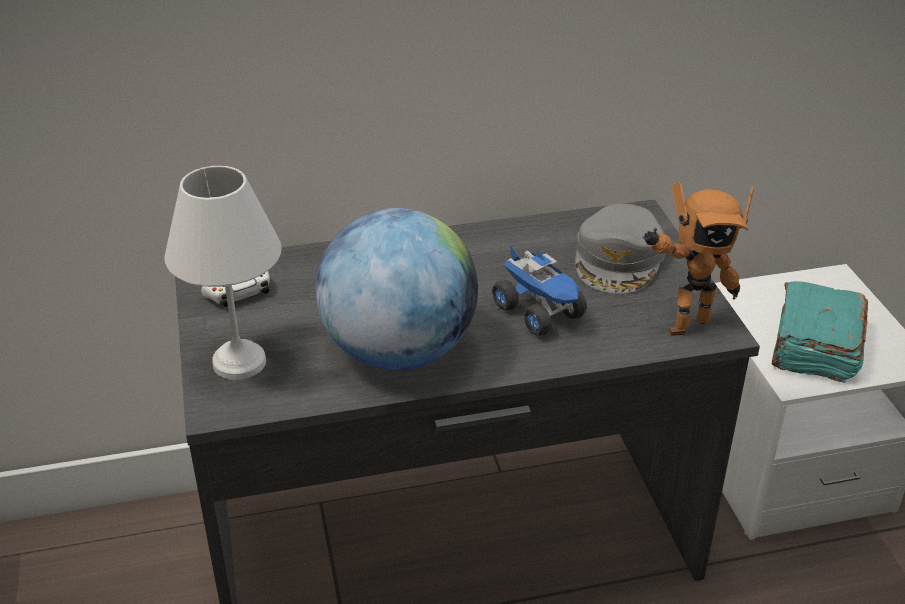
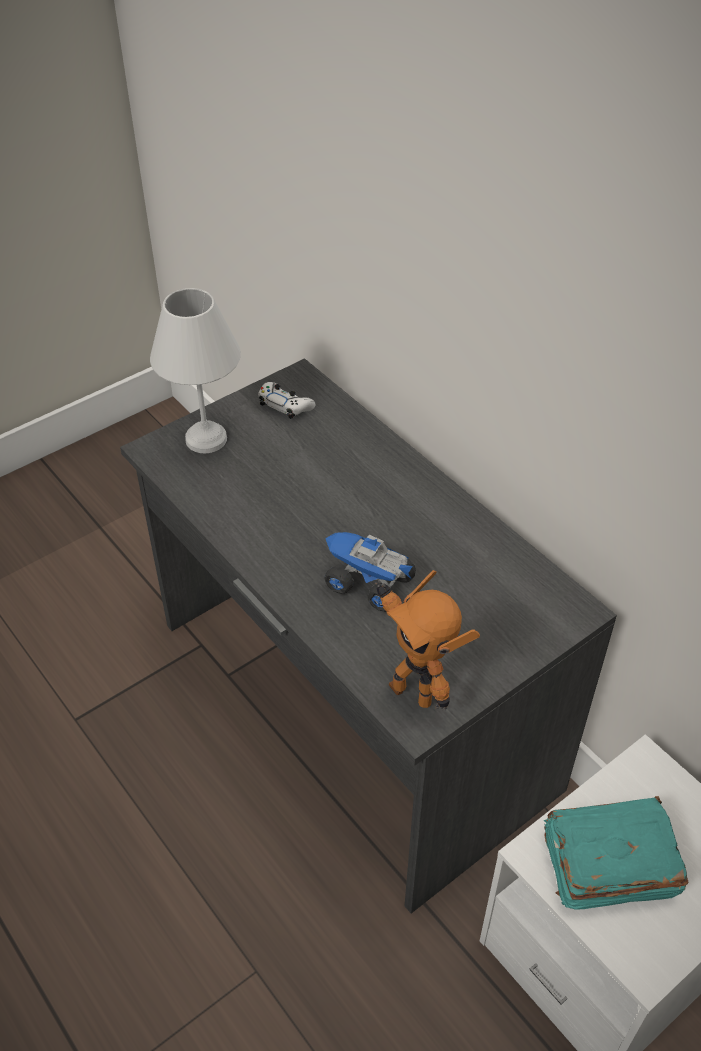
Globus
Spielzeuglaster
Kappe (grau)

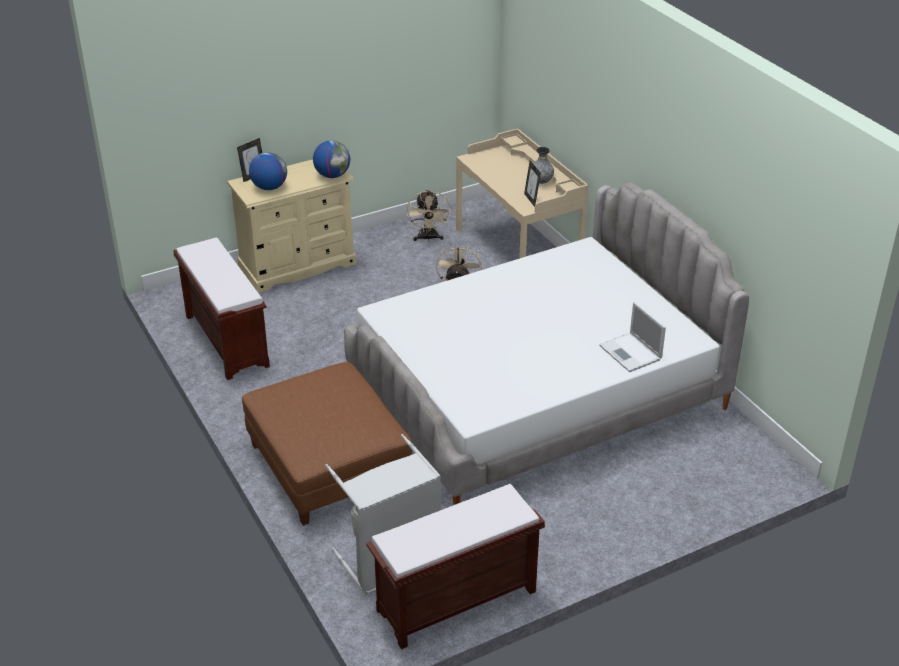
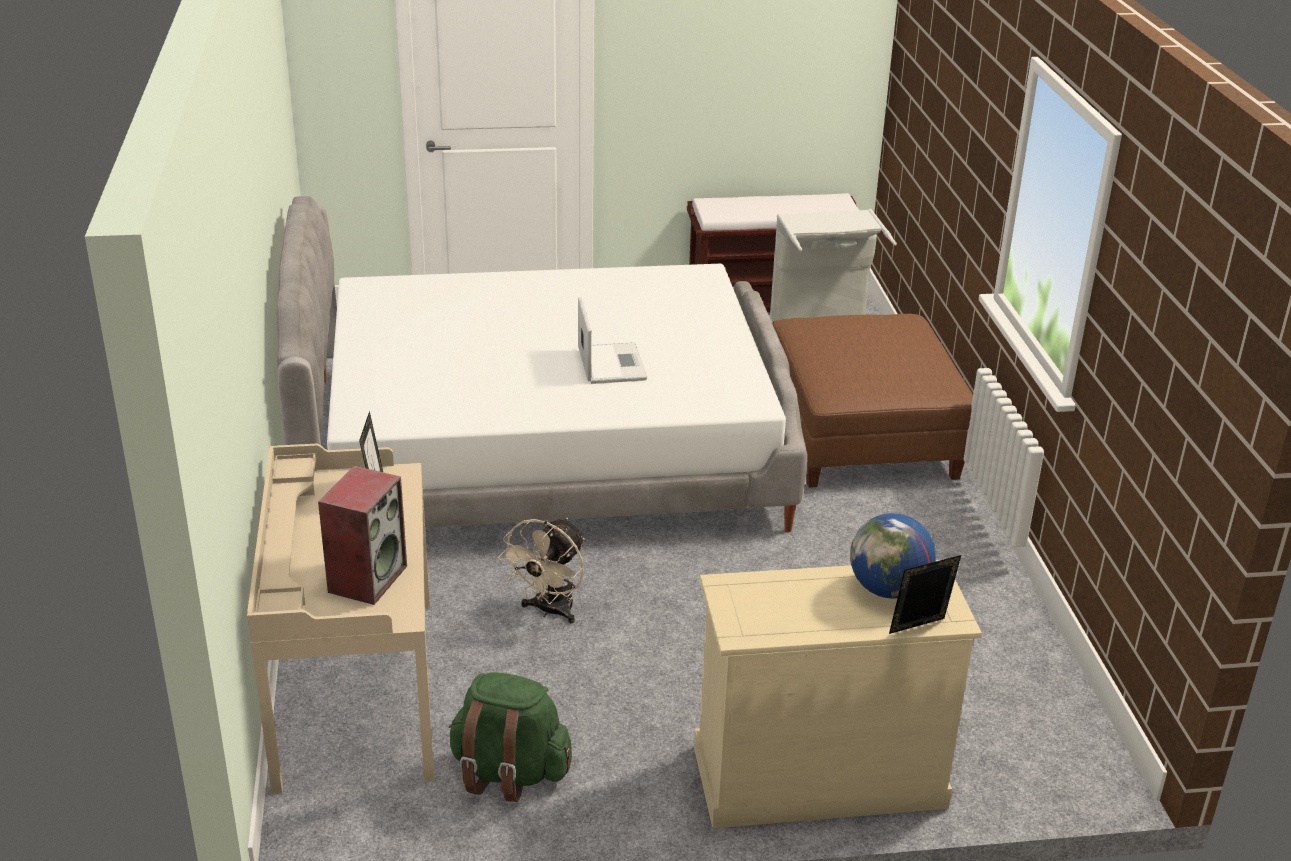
Bank (braun) (1st from left in the first image)
Globus (2nd from left in the first image)
Rucksack (grün)
Vase (grau)
Laptop
Lautsprecher

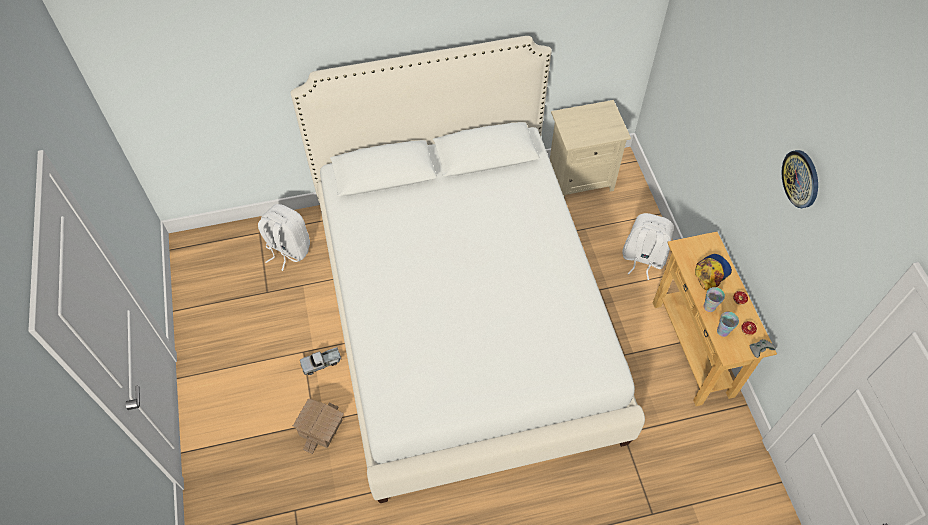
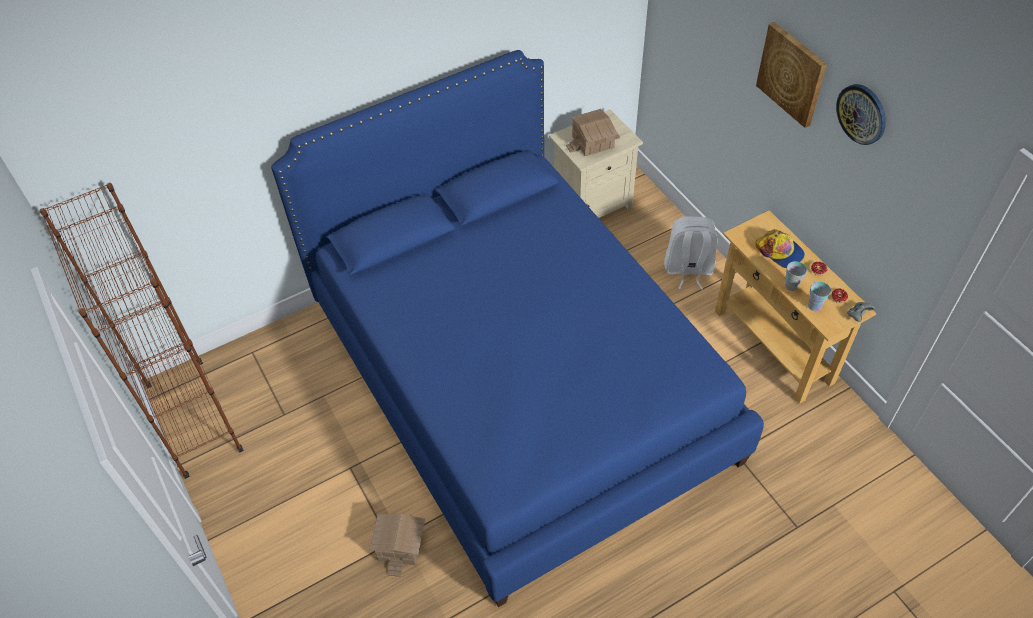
Rucksack (weiß) (1st from left in the first image)
Bett (blau)
Spielzeuglaster
Kappe
Bücherregal (braun)
Spielzeughaus (2nd from left)
Bild

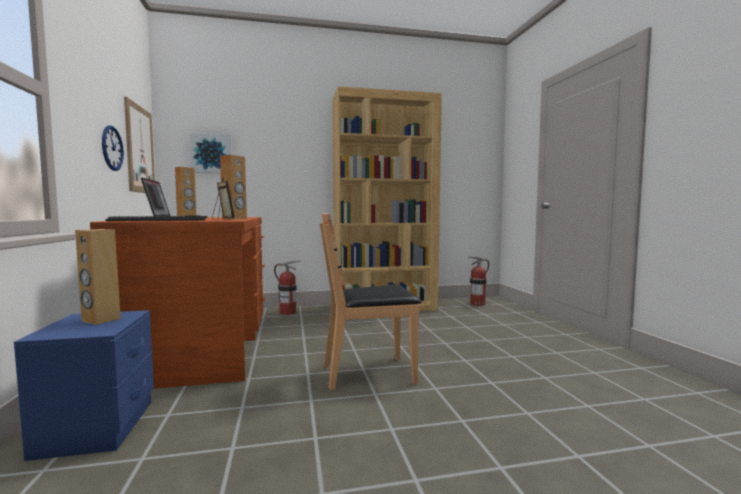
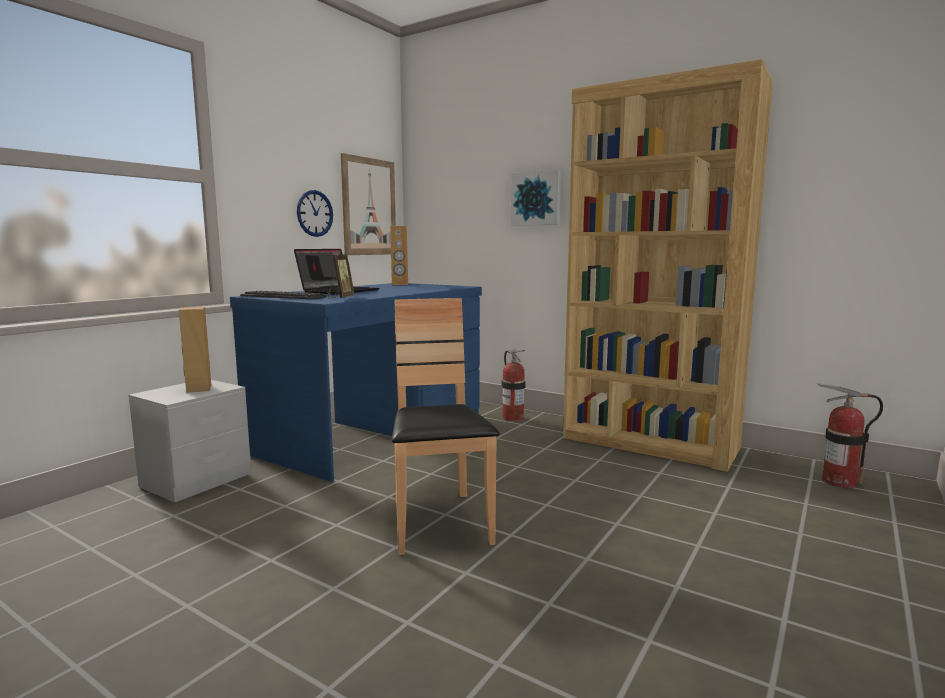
Nachttisch (grau)
Schreibtisch (blau)
Bild (2nd from left)
Lautsprecher (braun) (3rd from left in the first image)
Stuhl (braun)

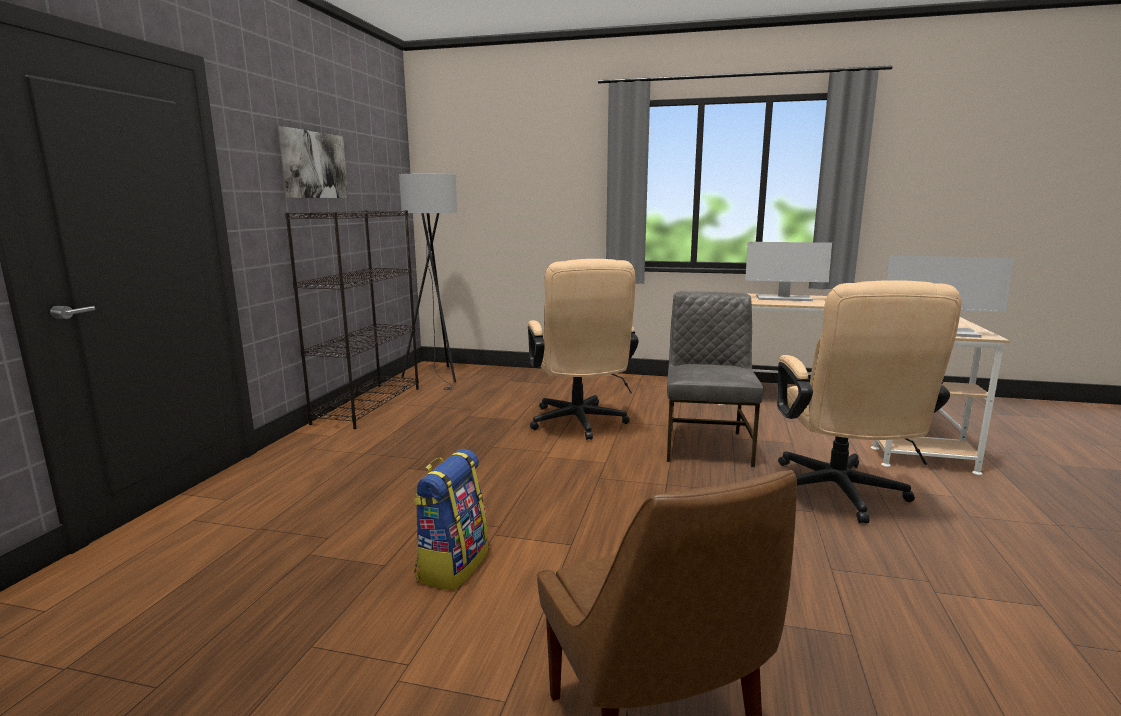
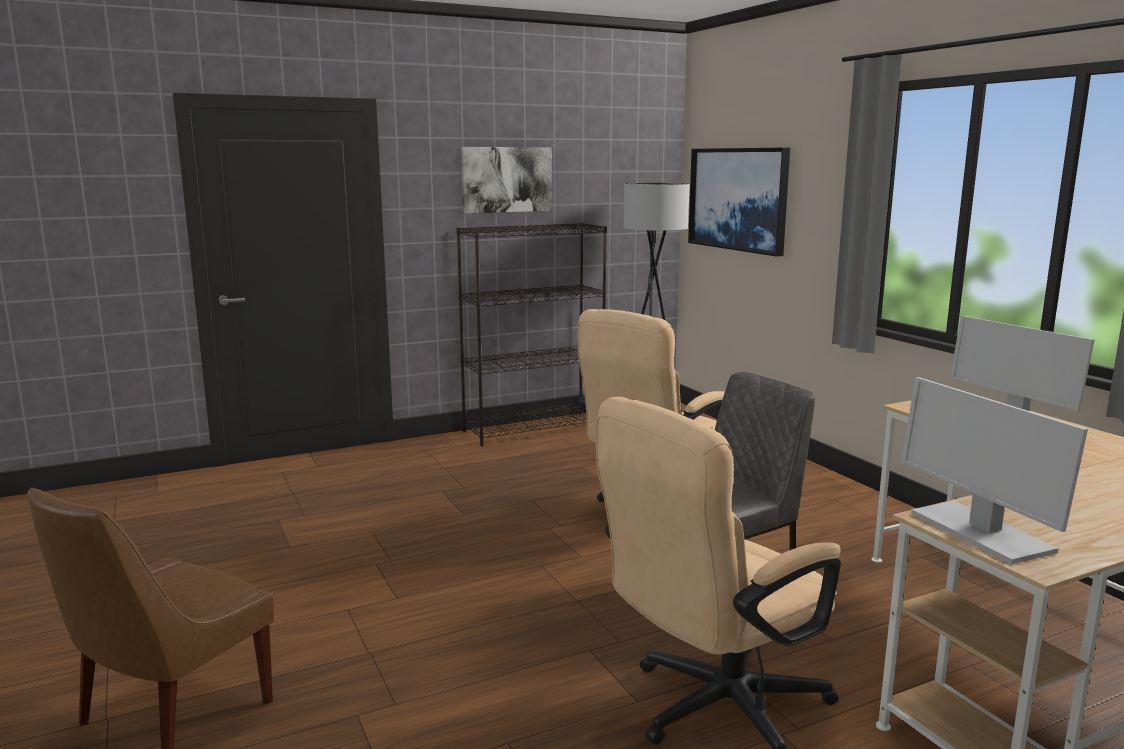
Rucksack
Bild (2nd from left)

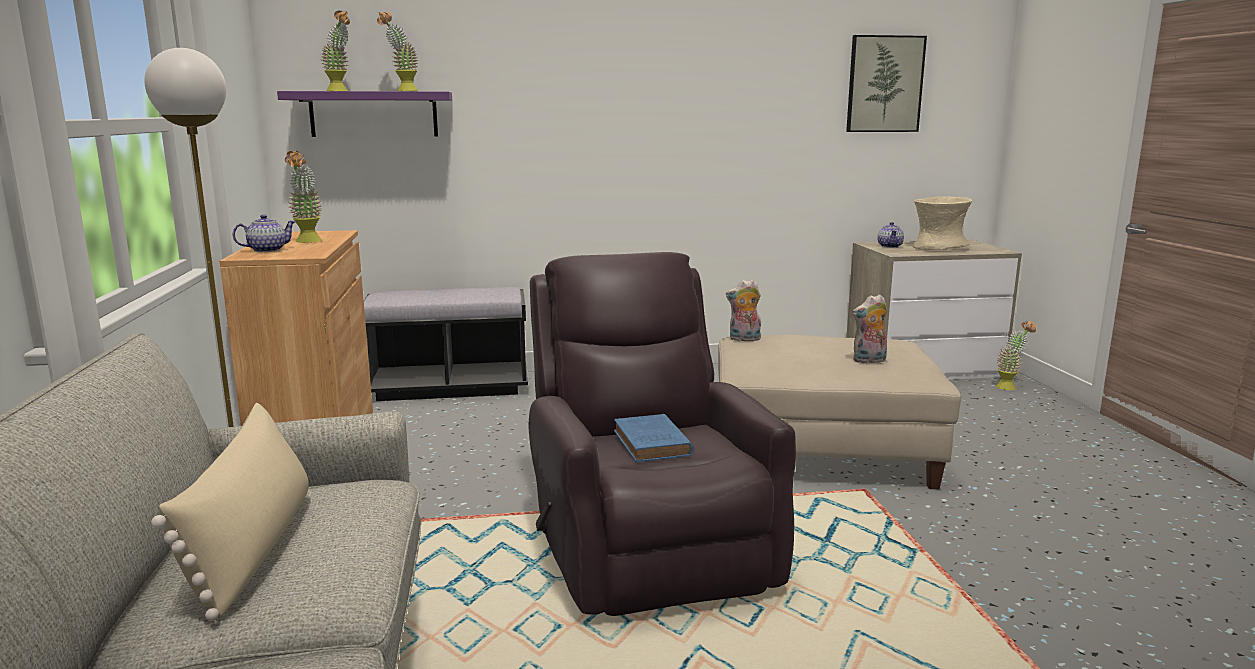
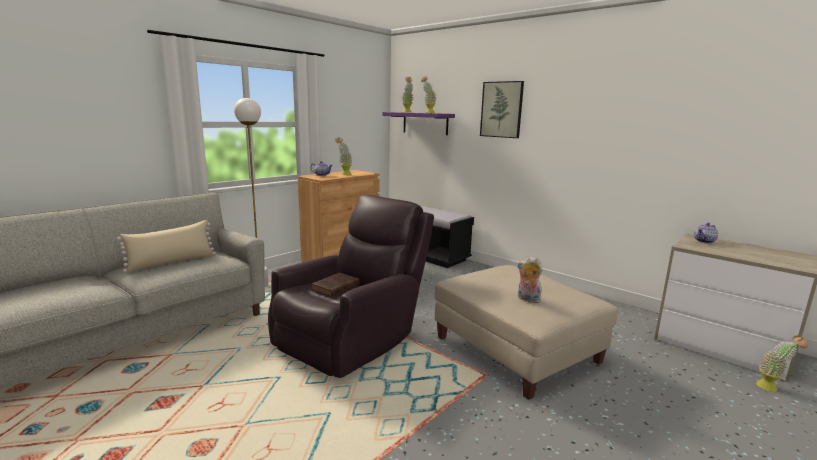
Buch (braun)
Plüschtier (1st from left in the first image)
Bild
Vase (beige)

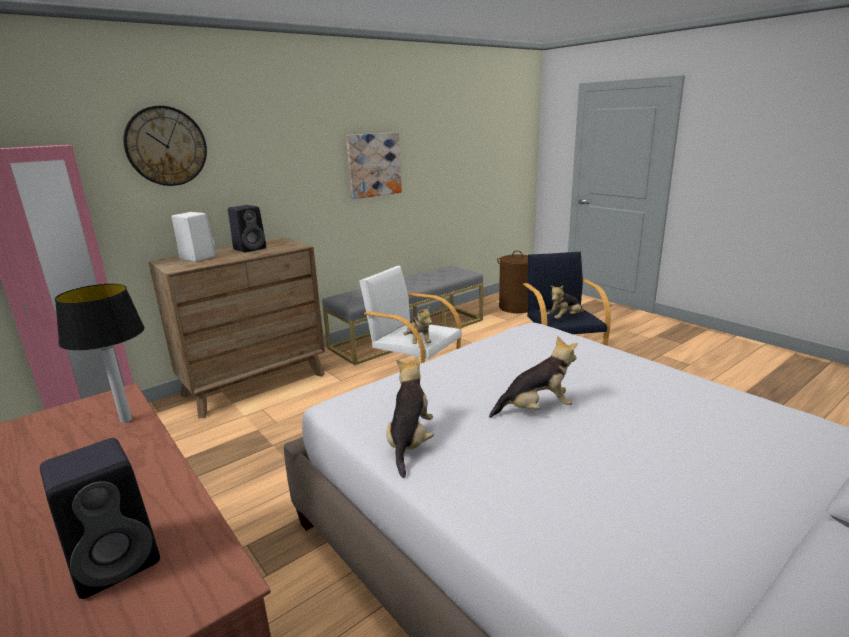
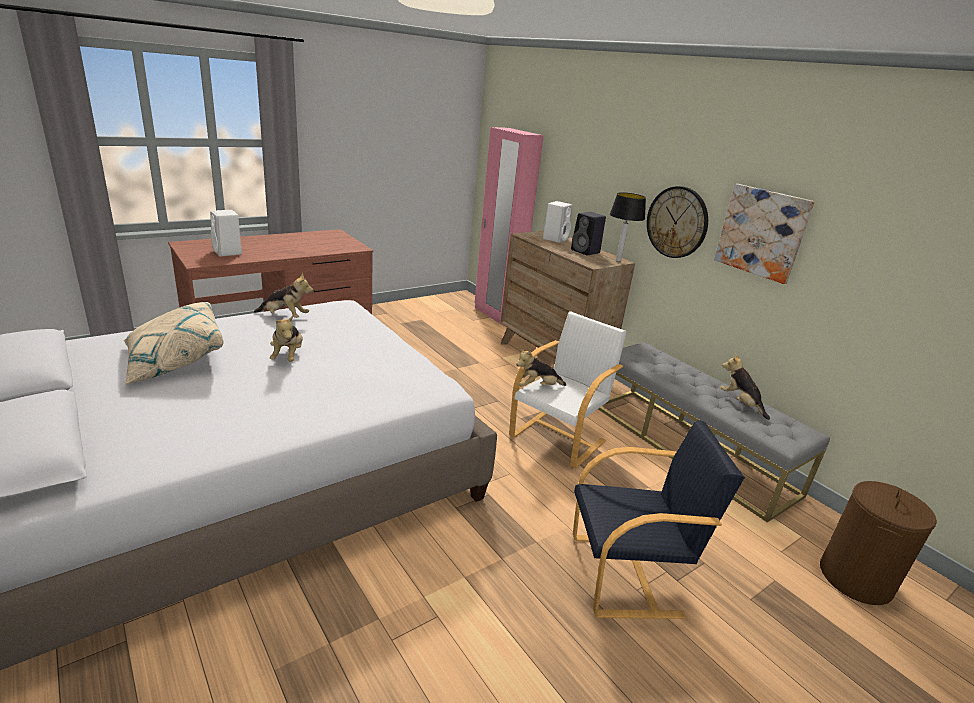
Lautsprecher (weiß) (1st from left)
Tischlampe
Wanduhr
Plüschtier (4th from left)
Kissen (beige)

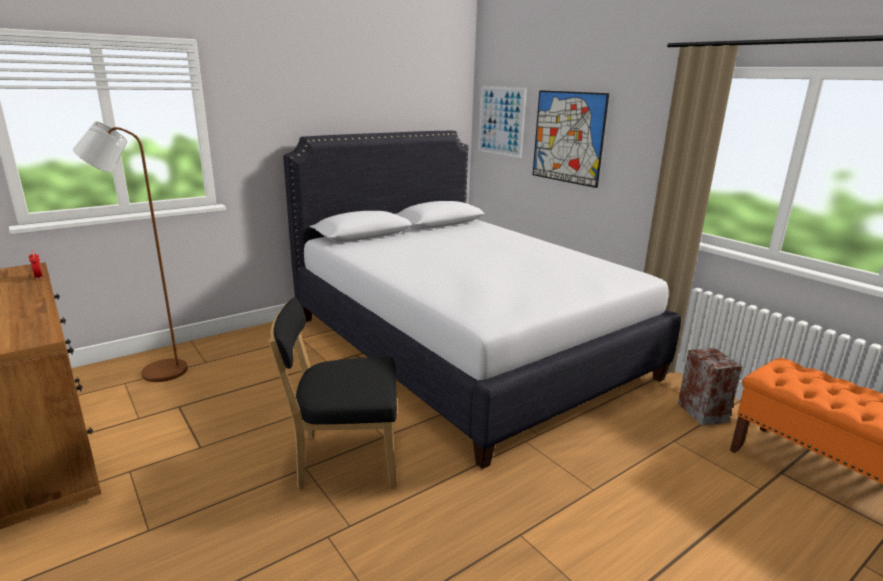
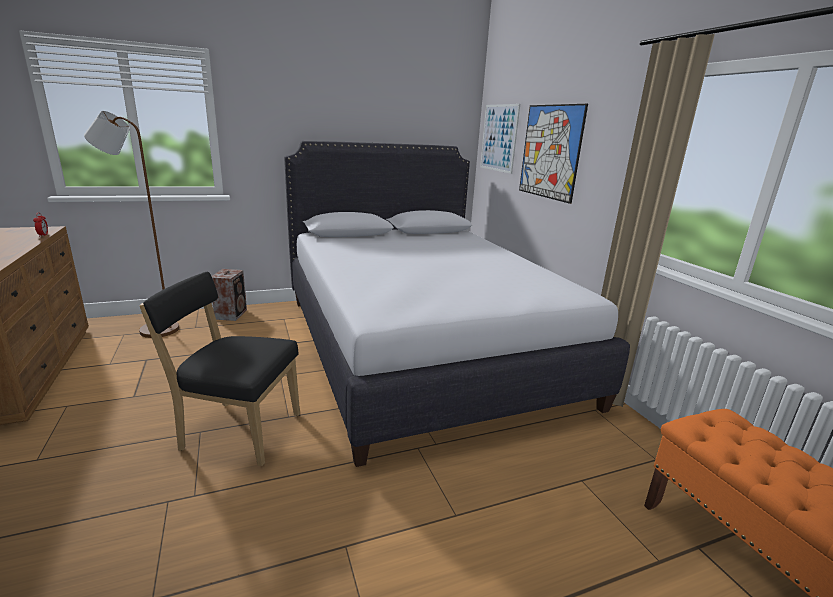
Lautsprecher

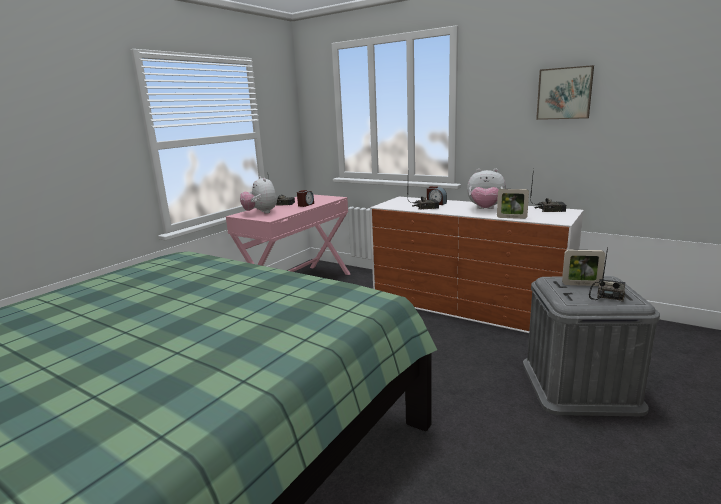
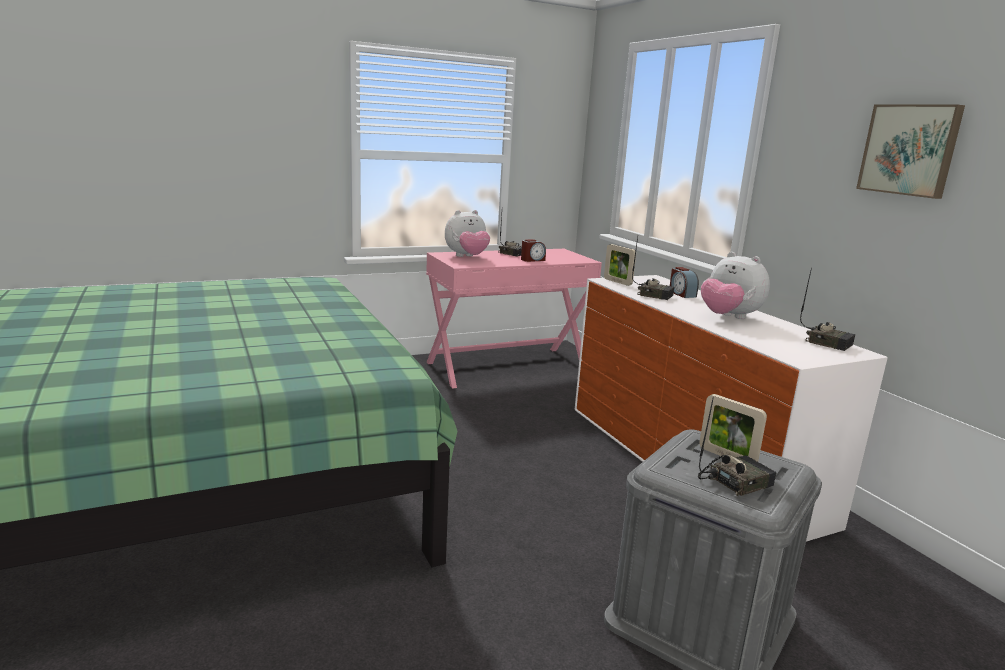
Plüschtier (1st from left)
Bilderrahmen (1st from left)

